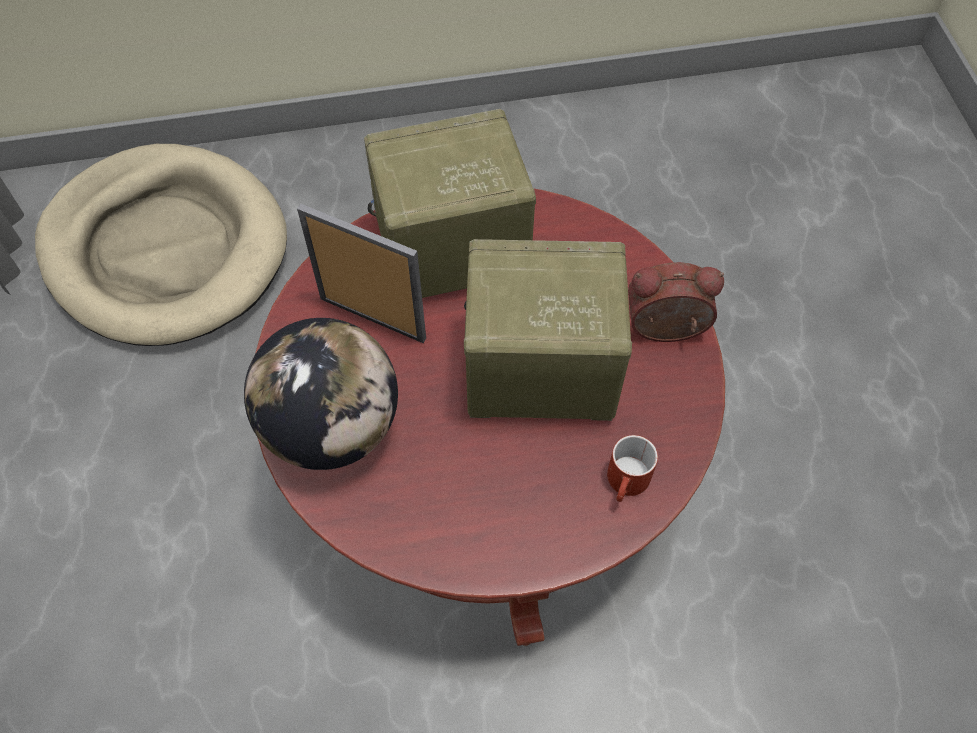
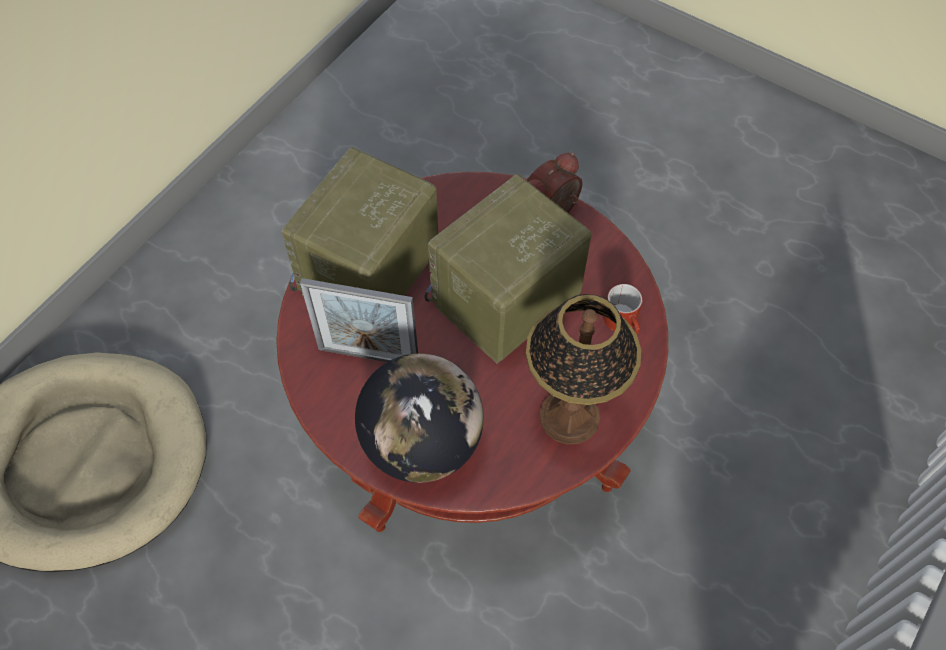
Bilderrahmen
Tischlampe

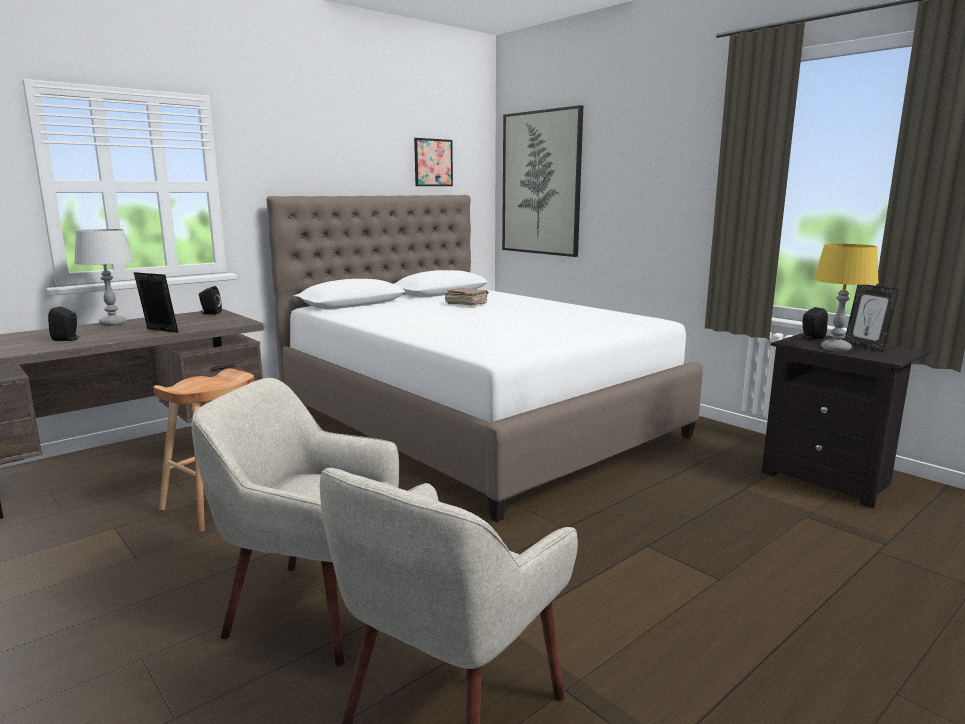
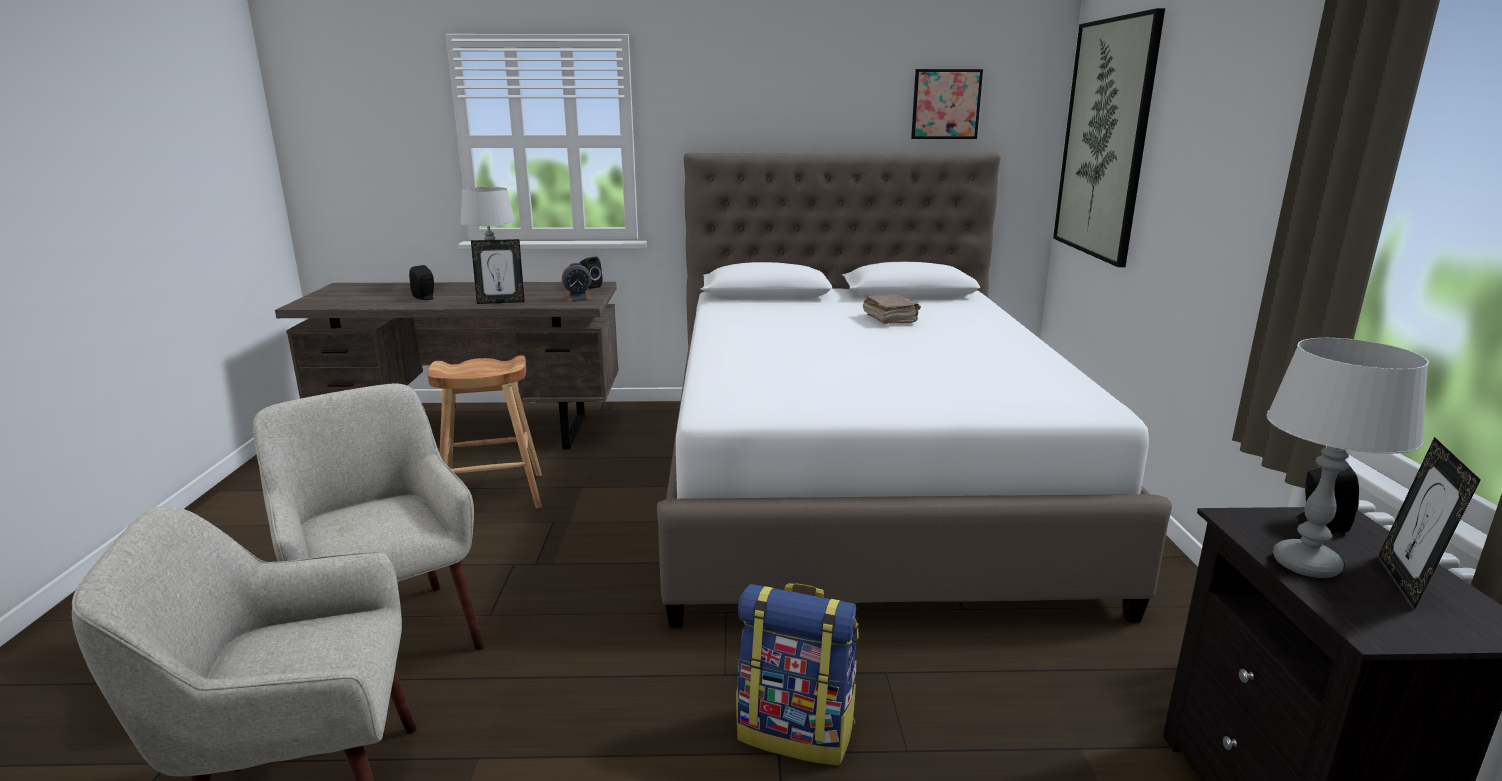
Bilderrahmen (1st from left)
Tischlampe (grau) (2nd from left)
Wecker
Rucksack

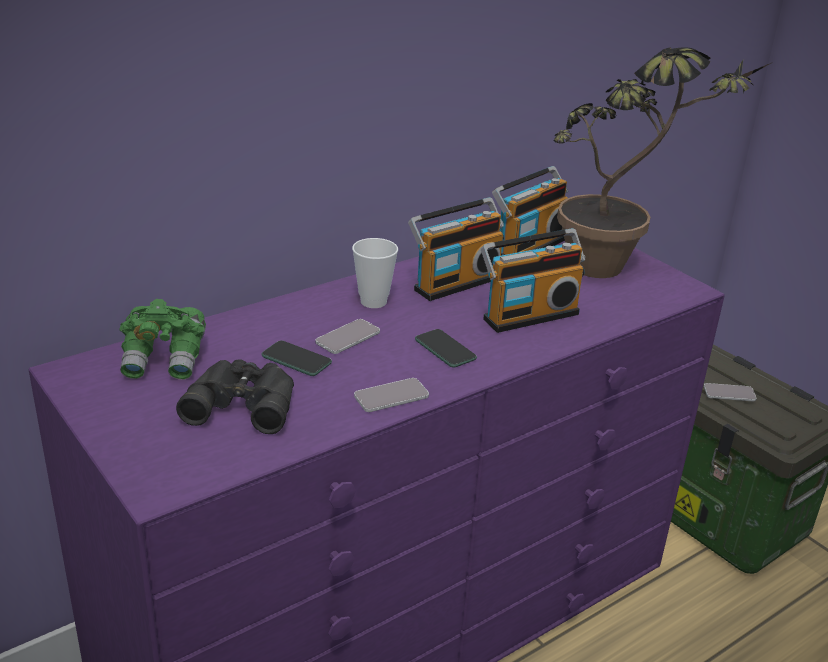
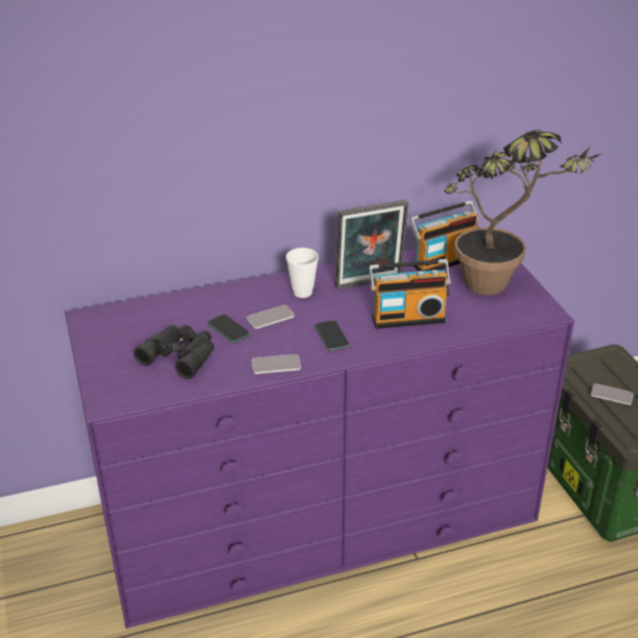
Fernglas (grün)
Bilderrahmen

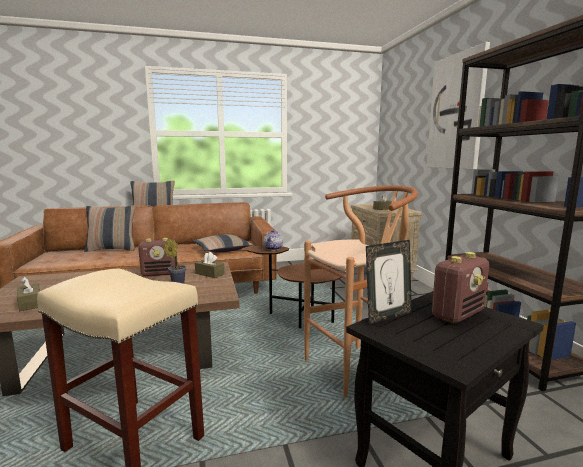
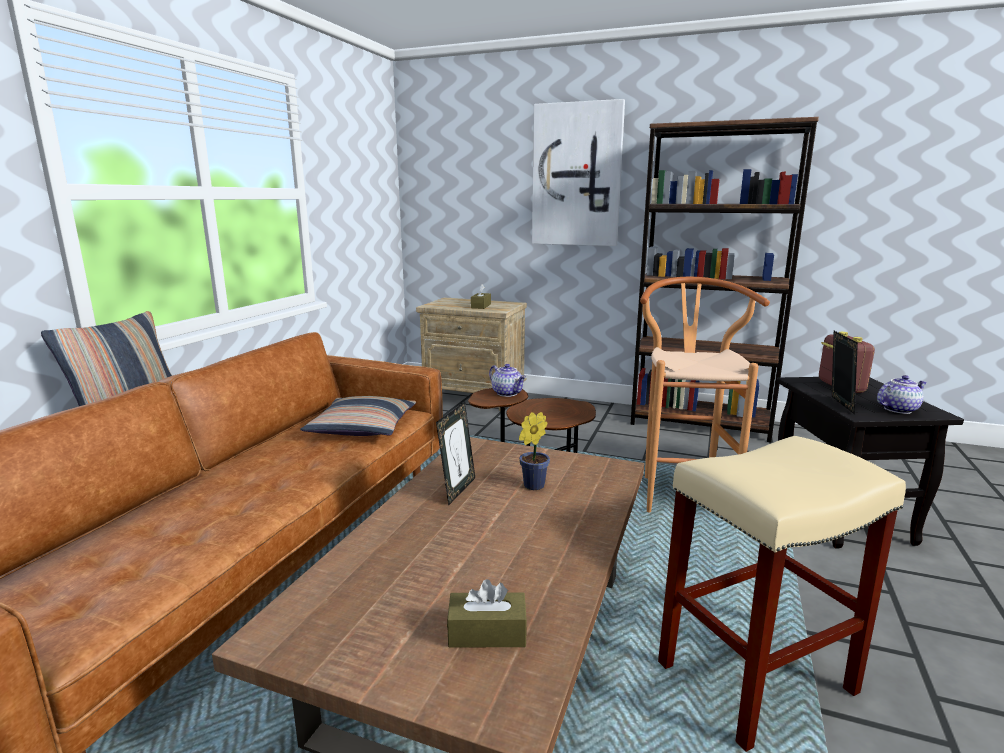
Kissen (1st from left in the first image)
Bilderrahmen (1st from left)
Taschentuchbox (braun) (2nd from left in the first image)
Teekanne (2nd from left)

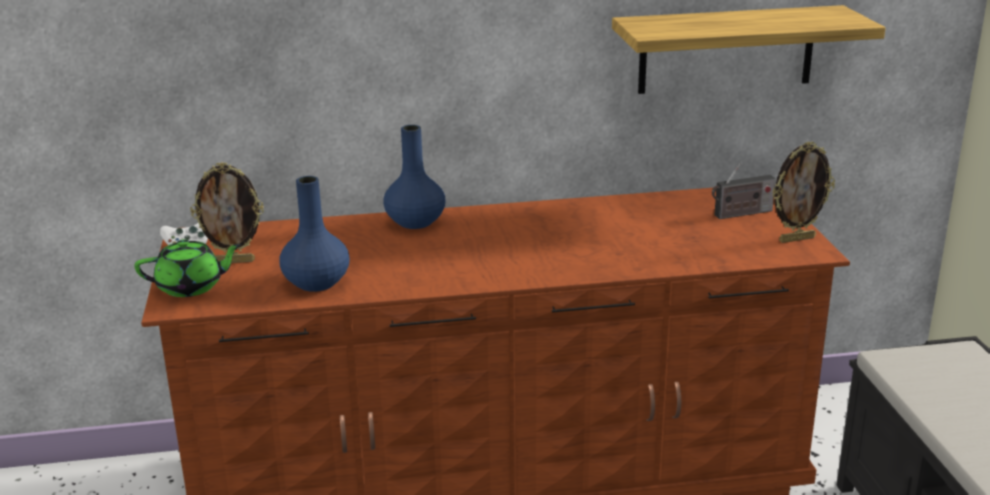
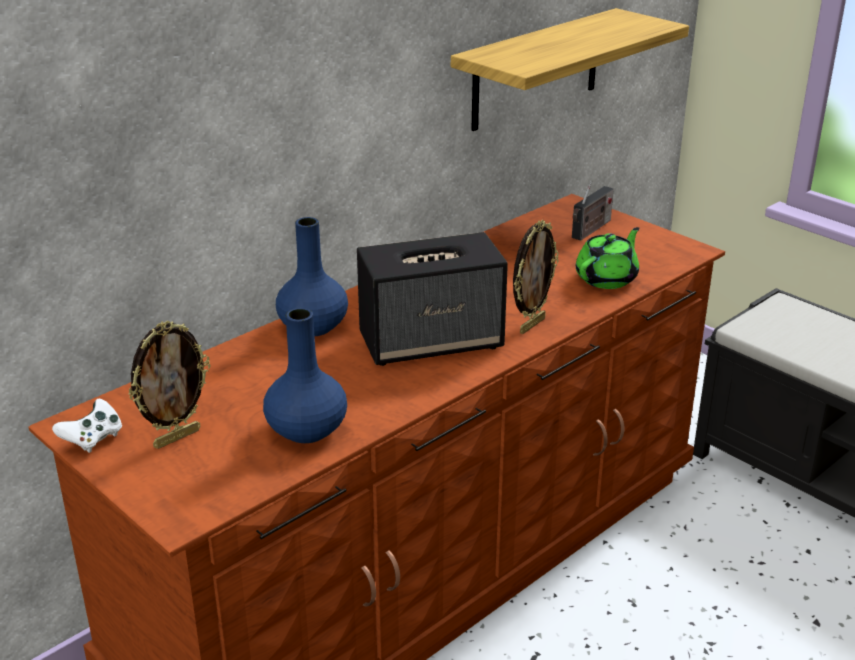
Teekanne (grün)
Bilderrahmen (2nd from left)
Lautsprecher

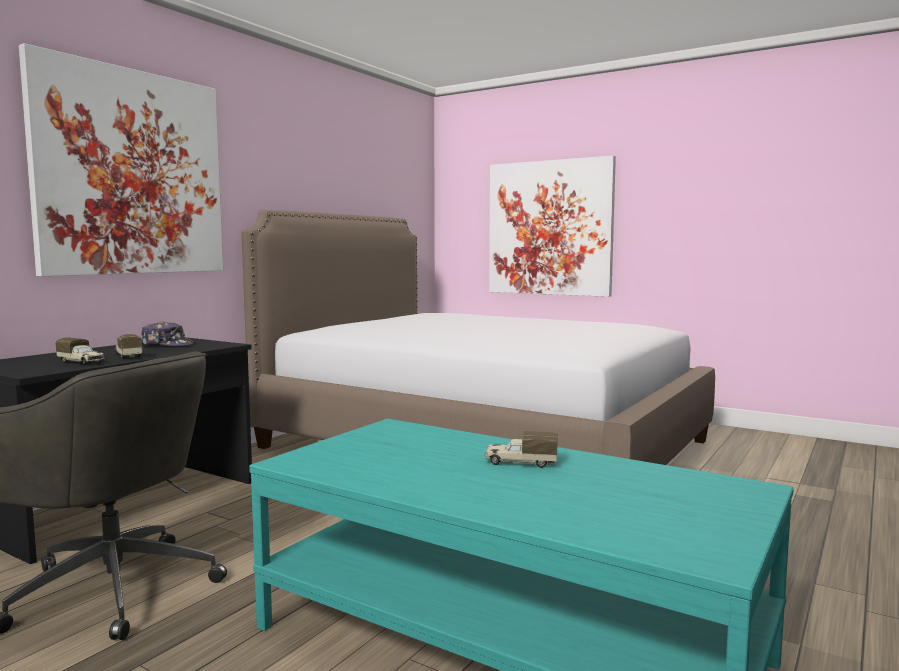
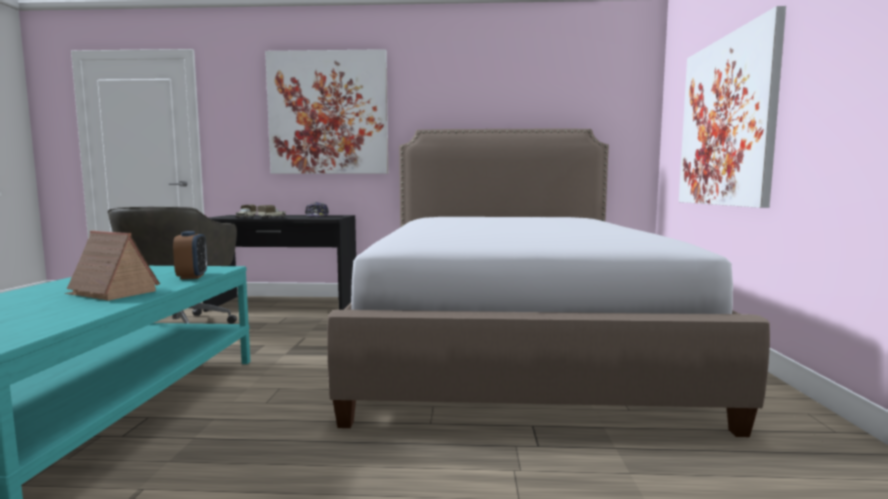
Spielzeughaus
Wecker

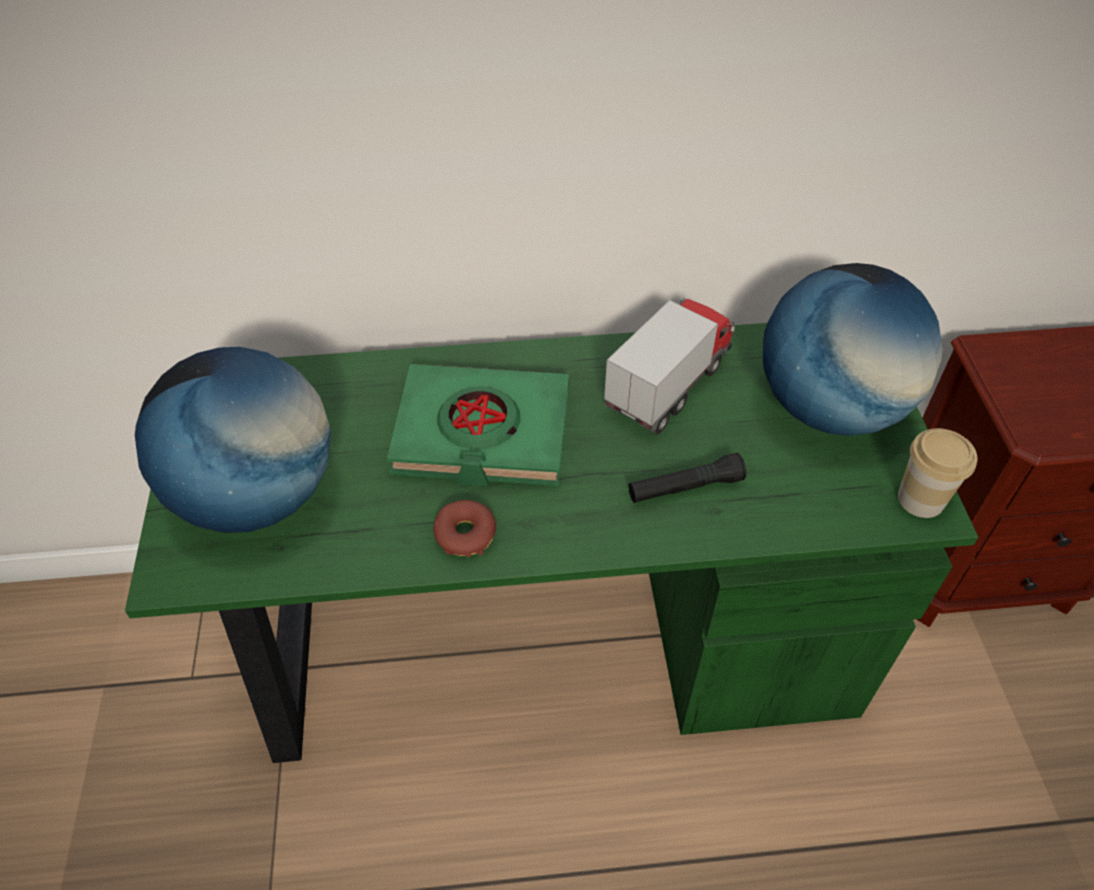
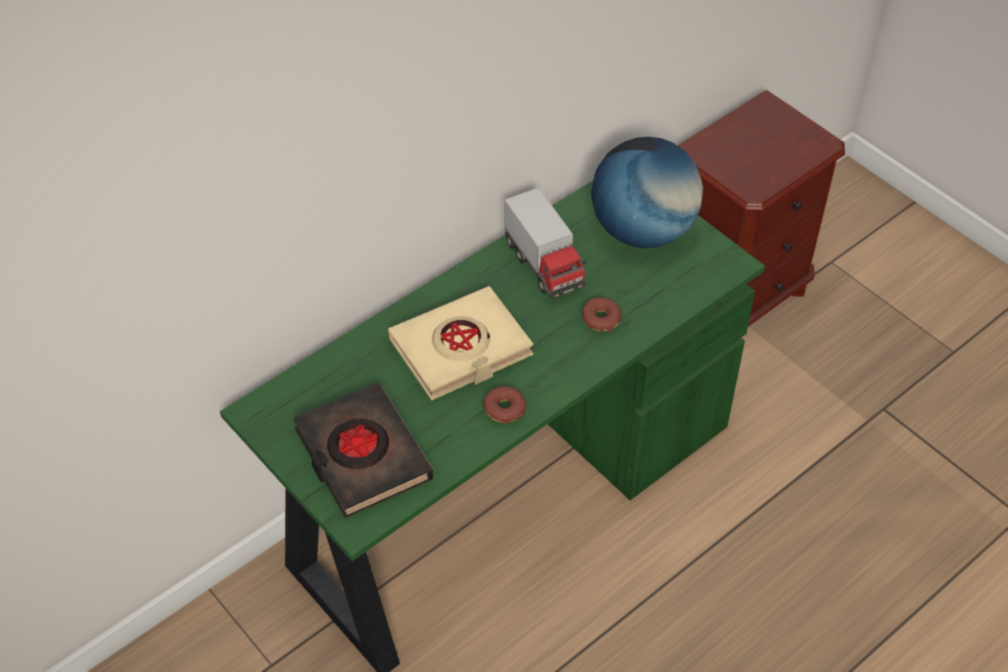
Buch (schwarz)
Buch (beige)
Spielzeuglaster
Donut (2nd from left)
Tasse

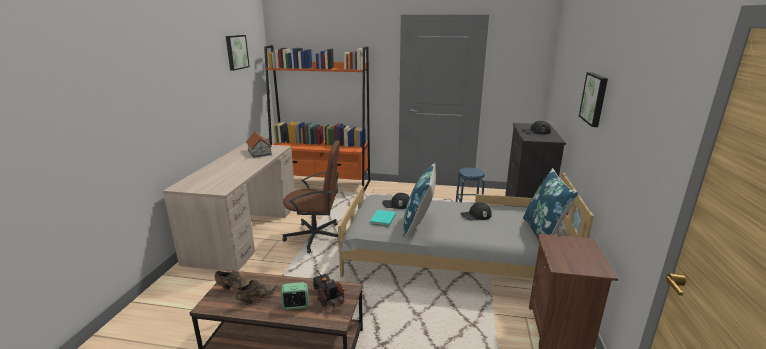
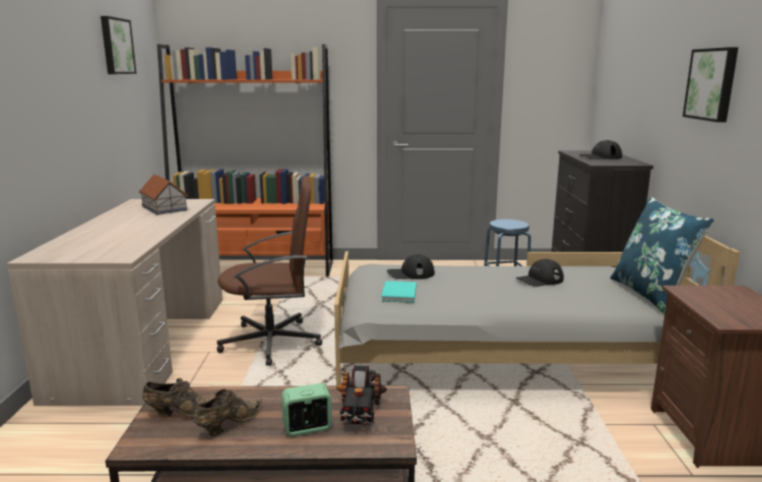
Spielzeuglaster
Kissen (blau) (1st from left in the first image)

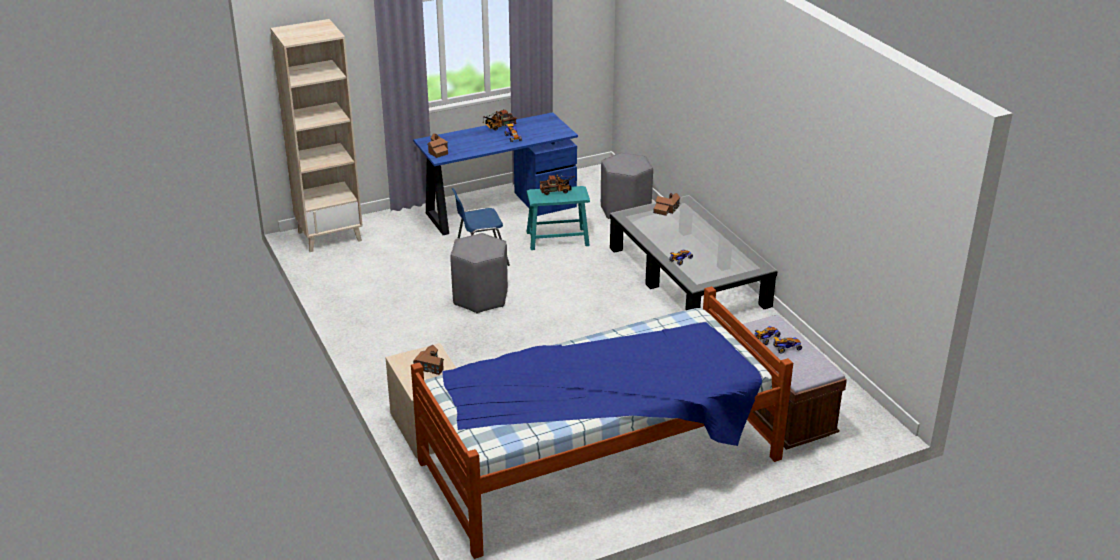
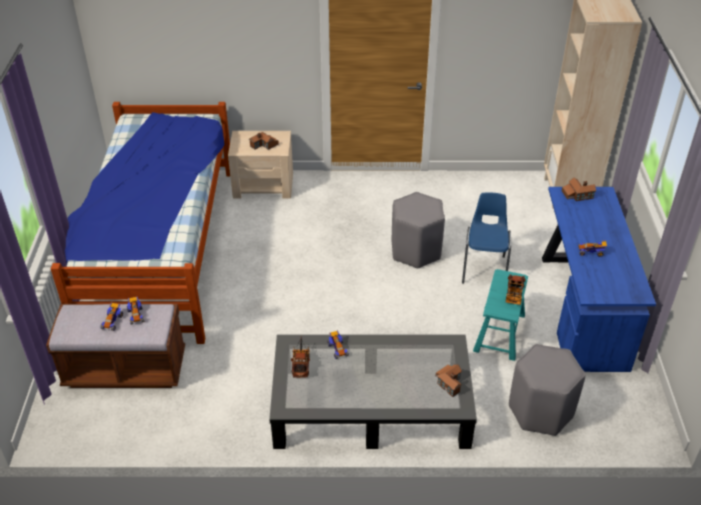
Spielzeuglaster (1st from left)

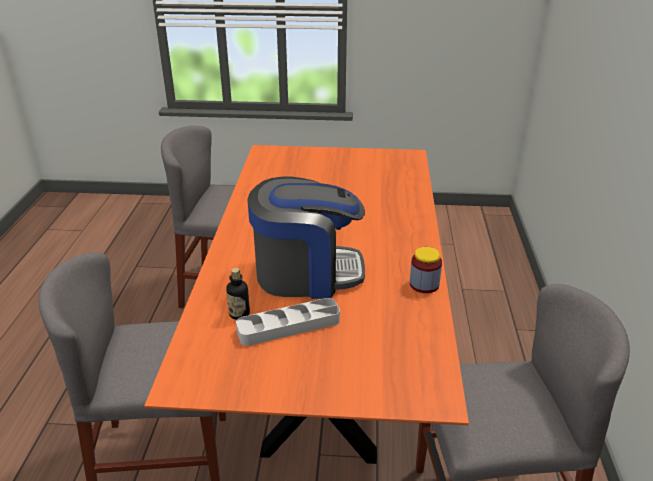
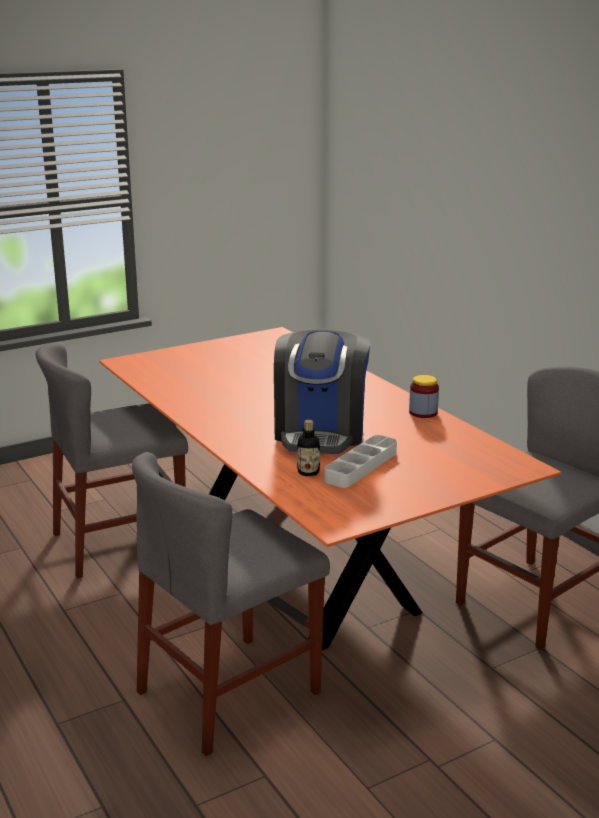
Kaffeemaschine

